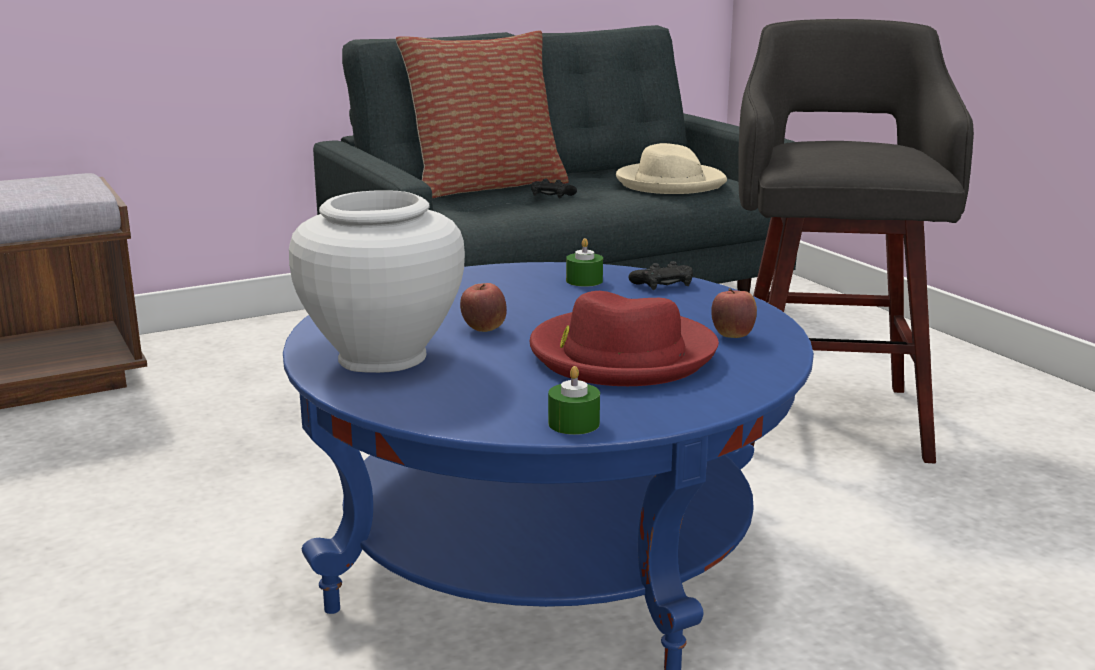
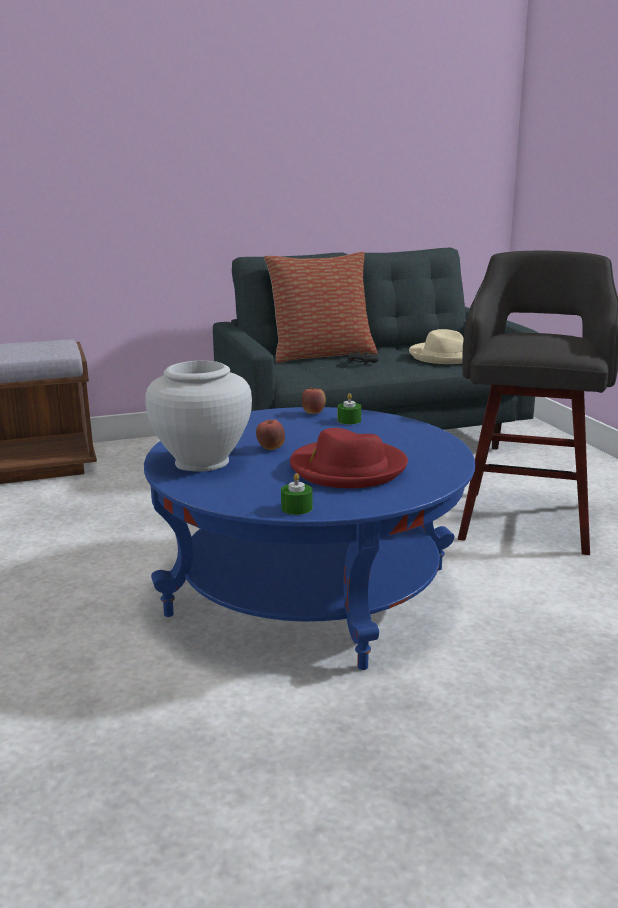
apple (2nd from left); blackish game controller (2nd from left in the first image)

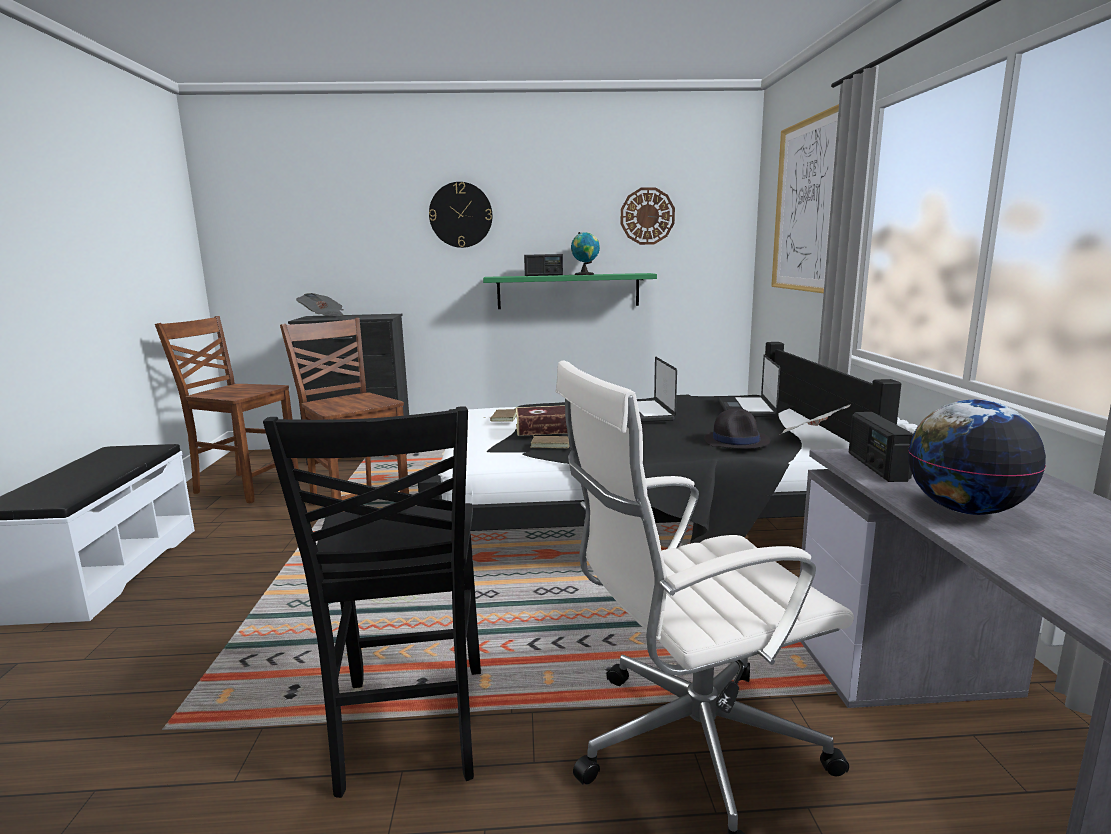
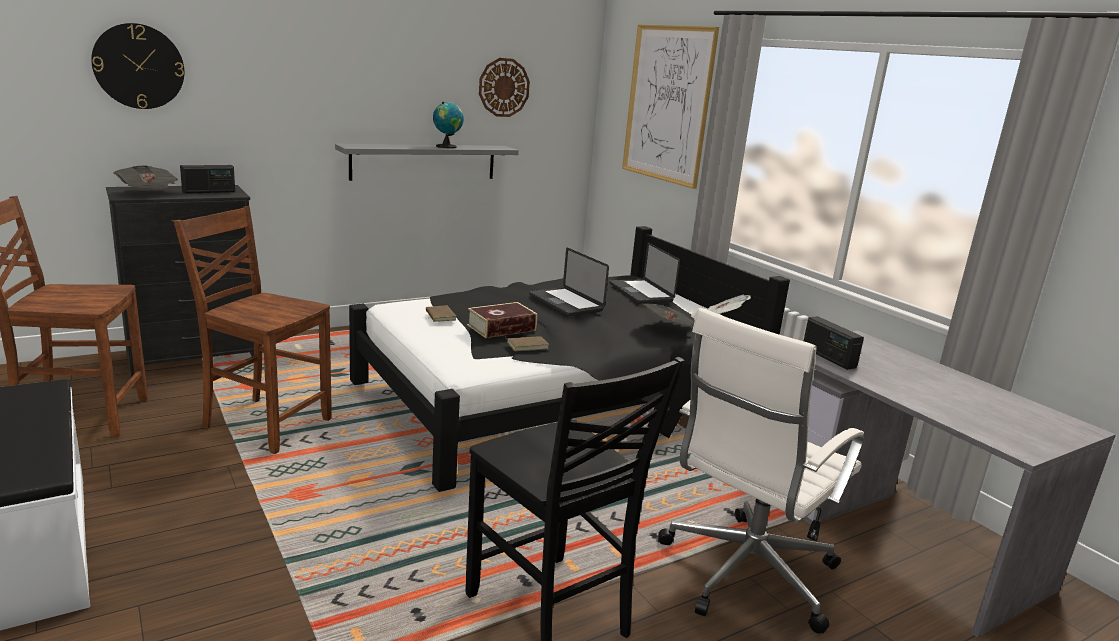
hanging clock (1st from left); radio set (1st from left); gray shelf; printed paper (2nd from left); desk globe (2nd from left in the first image)

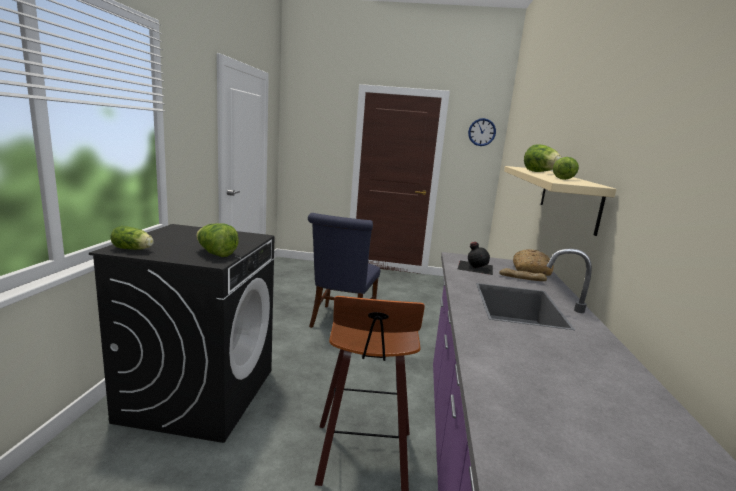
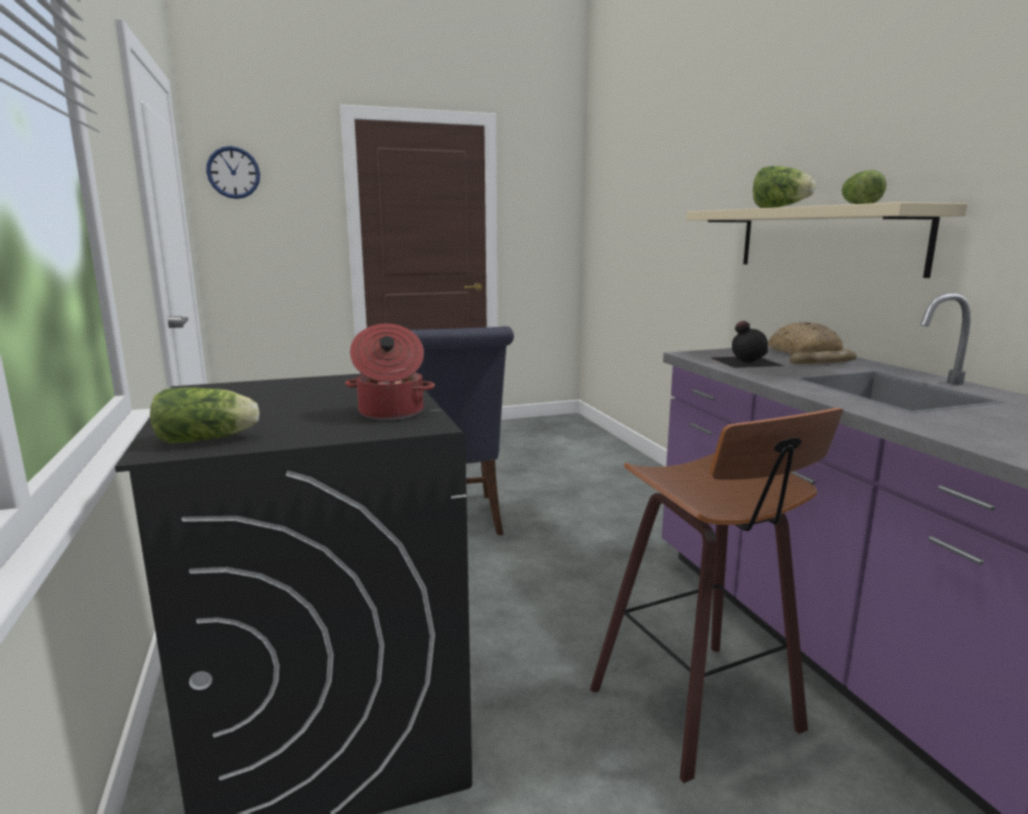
hanging clock; saucepot

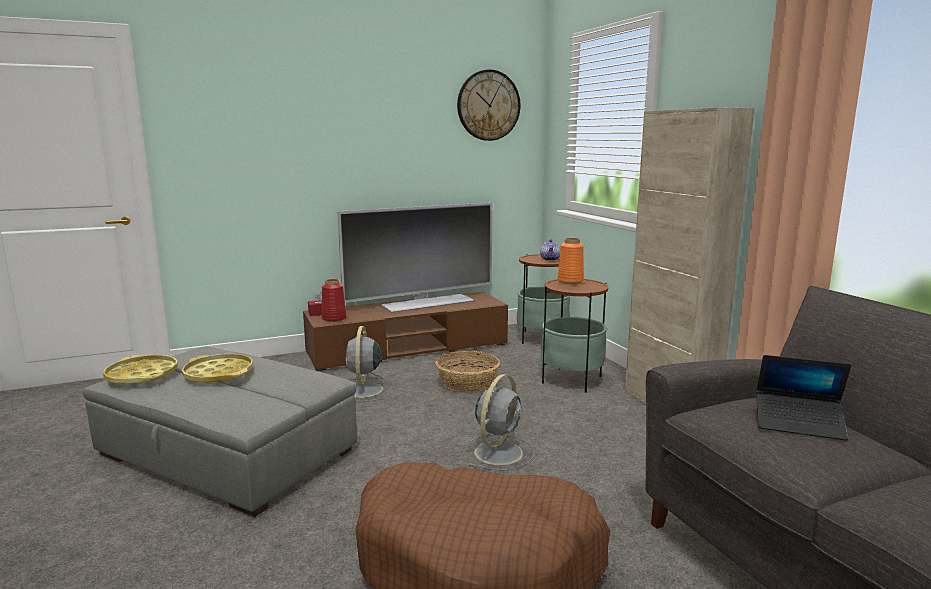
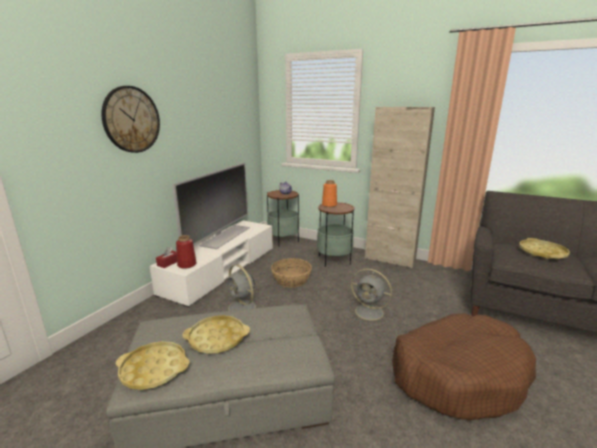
hanging clock; white tv stand; gray fan (2nd from left); yellowish serving tray (3rd from left)

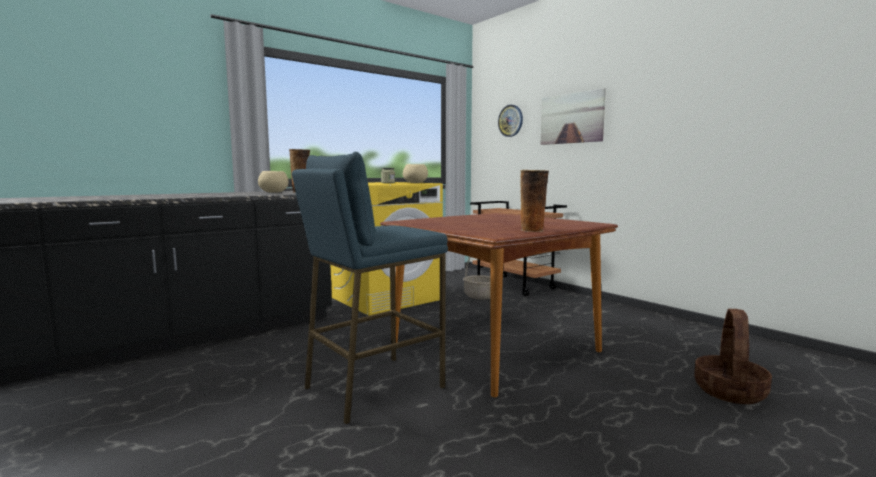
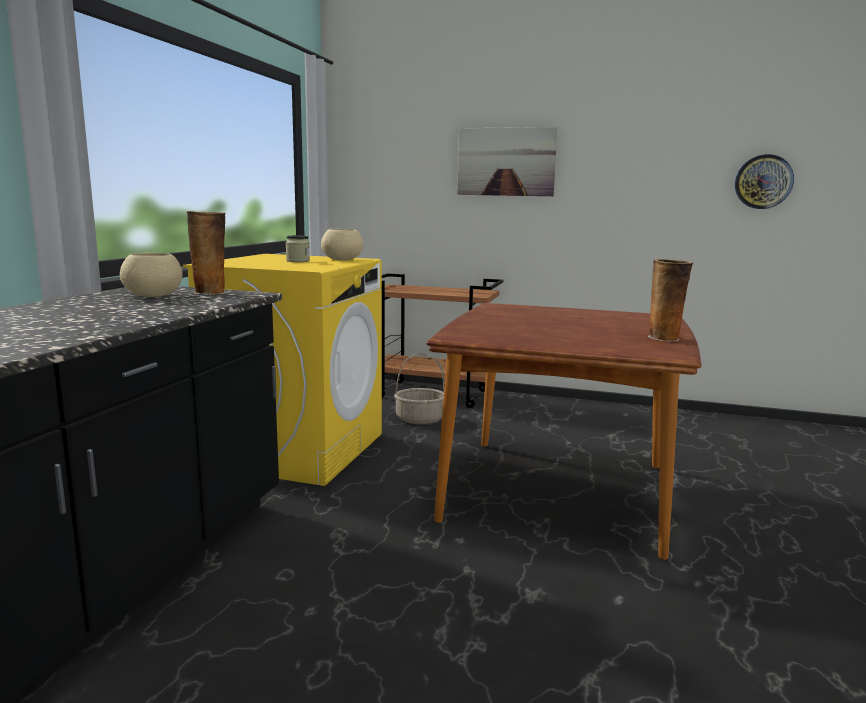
hanging clock; blue-coloured stool; storage basket (2nd from left in the first image)

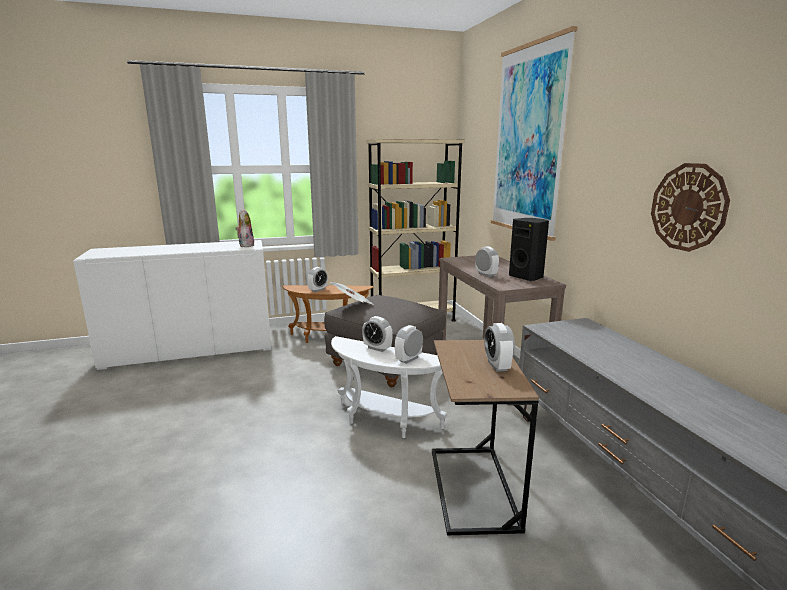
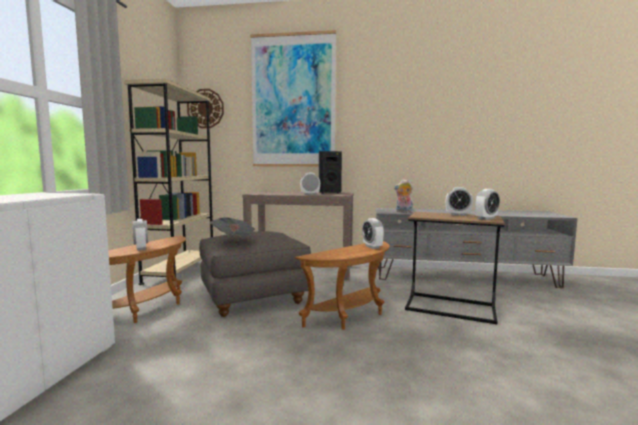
hanging clock; brownish end table (2nd from left); cuddly toy; bedside clock (5th from left)

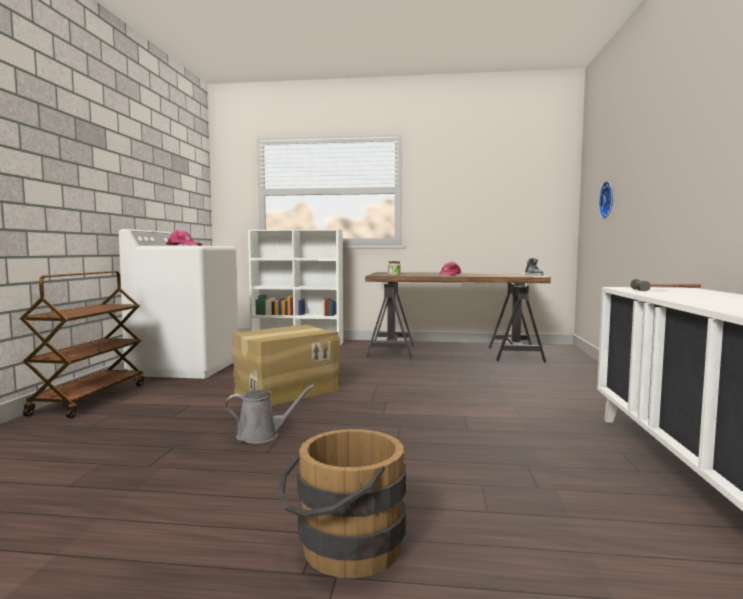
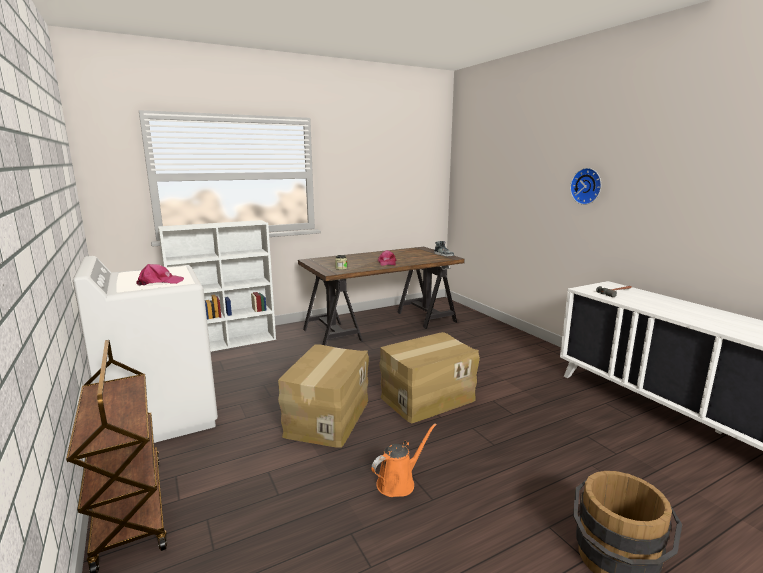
orange watering pot; packing box (2nd from left); hanging clock

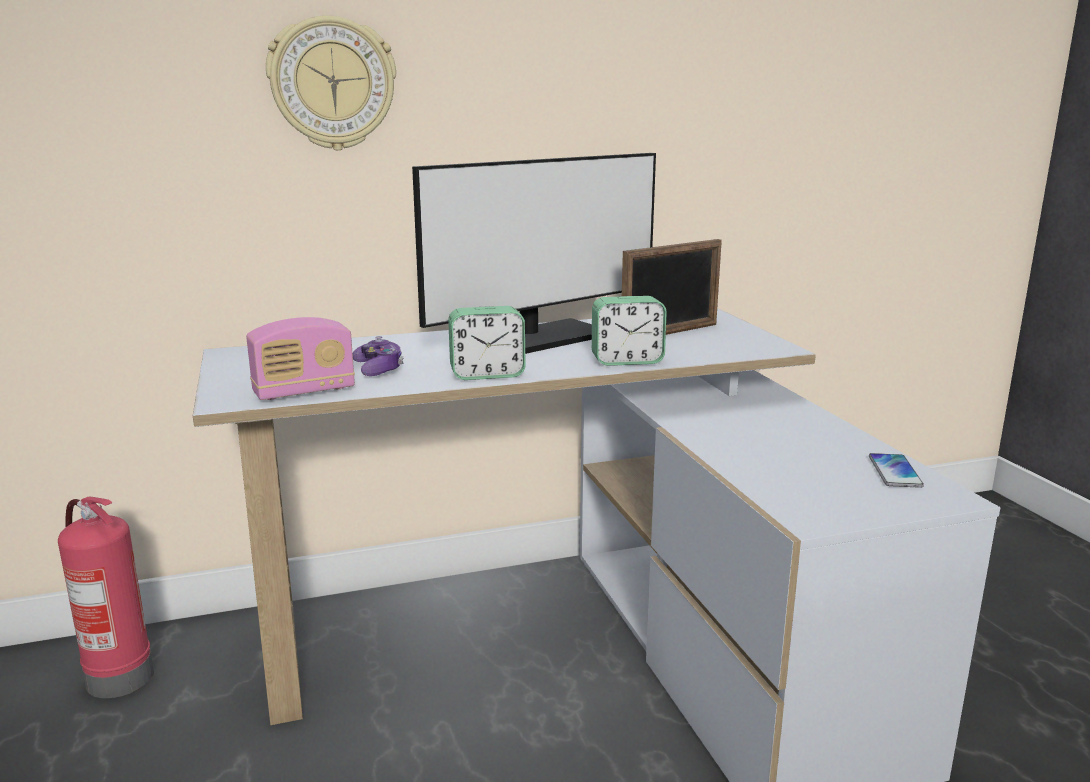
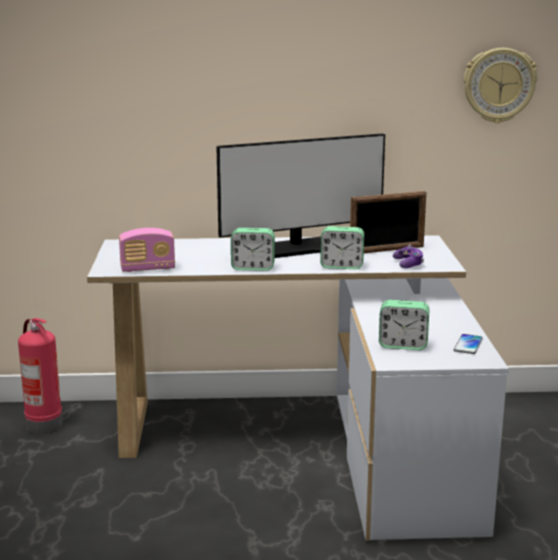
bedside clock (3rd from left); game controller; hanging clock

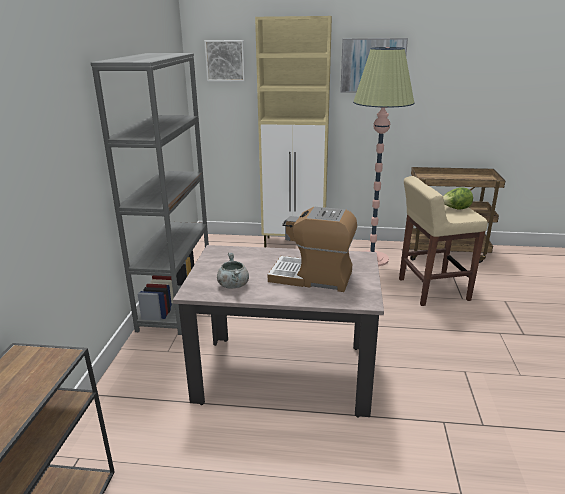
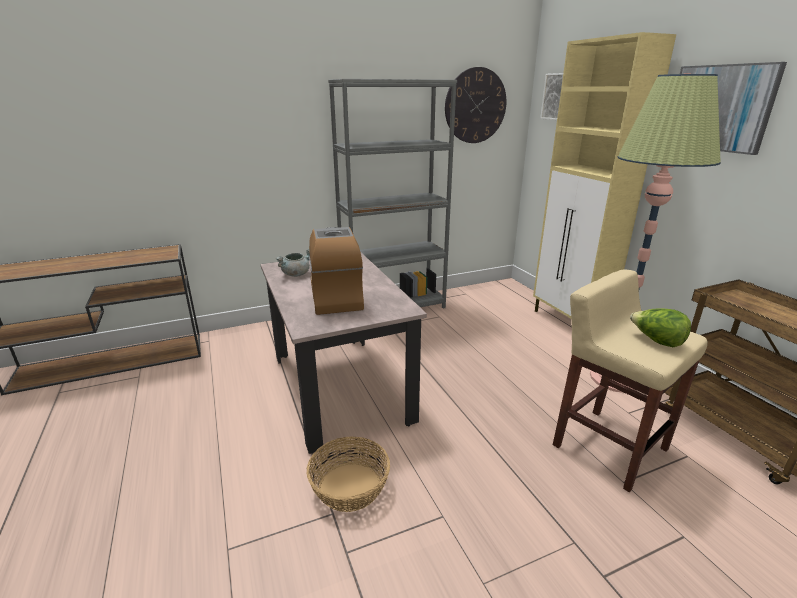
storage basket; hanging clock

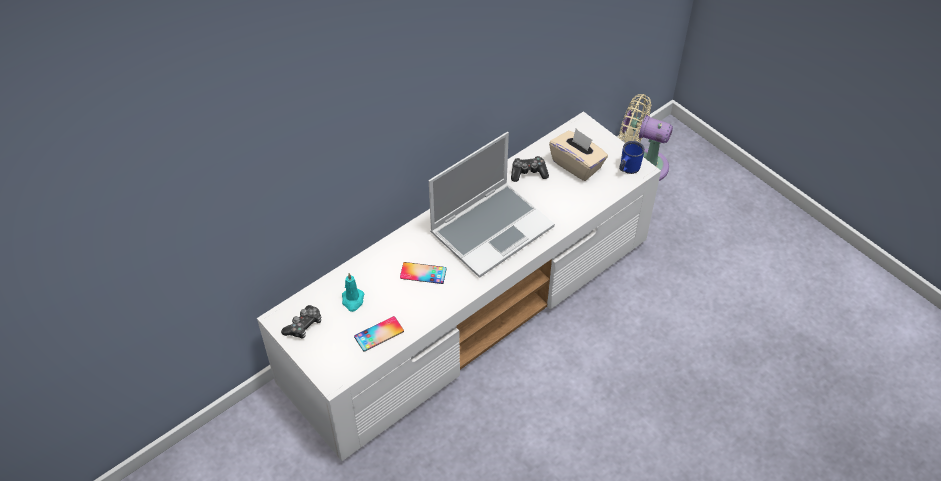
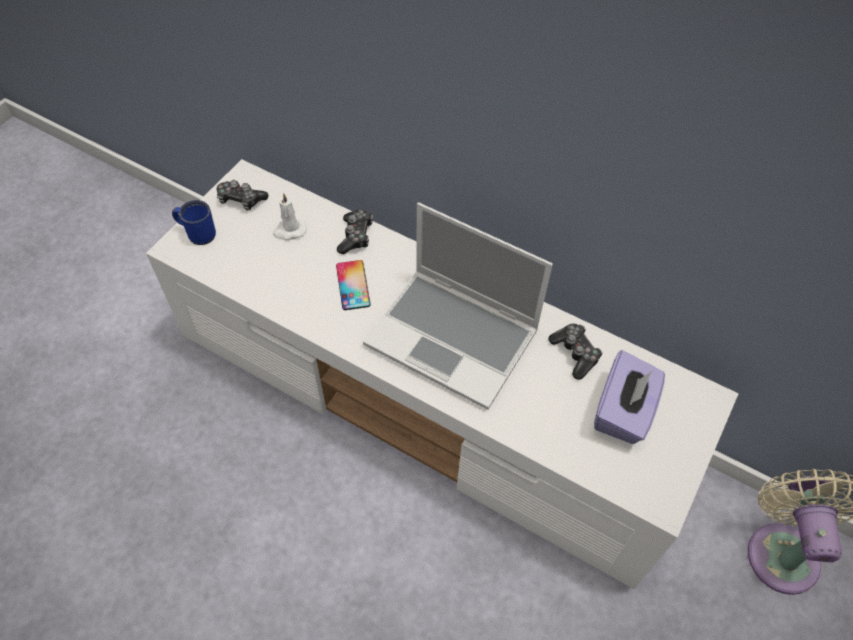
blue-coloured coffee mug; white wax candle; game controller (2nd from left); purplish box of tissues; handset (1st from left in the first image)

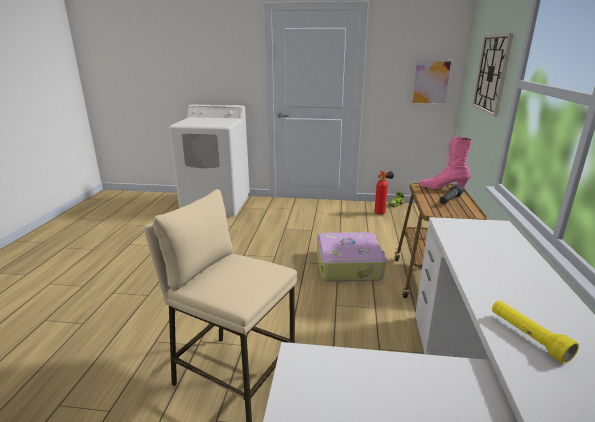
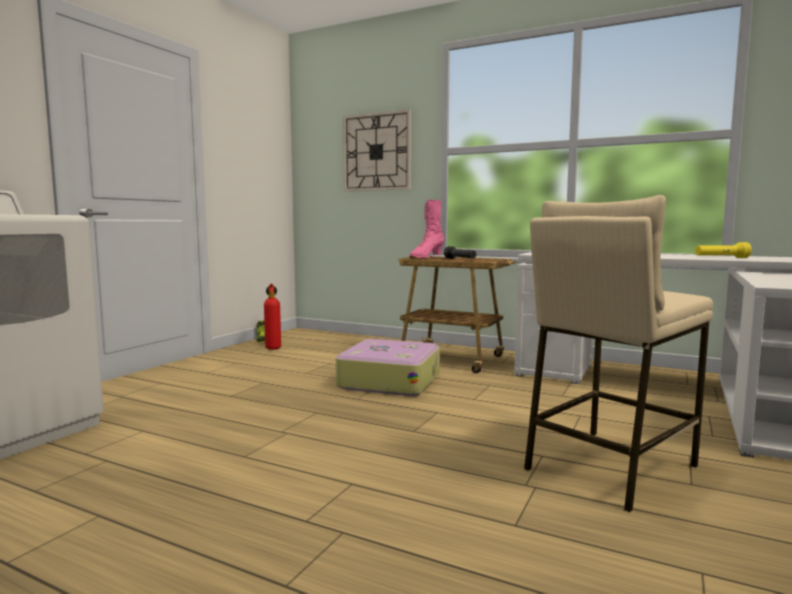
picture

